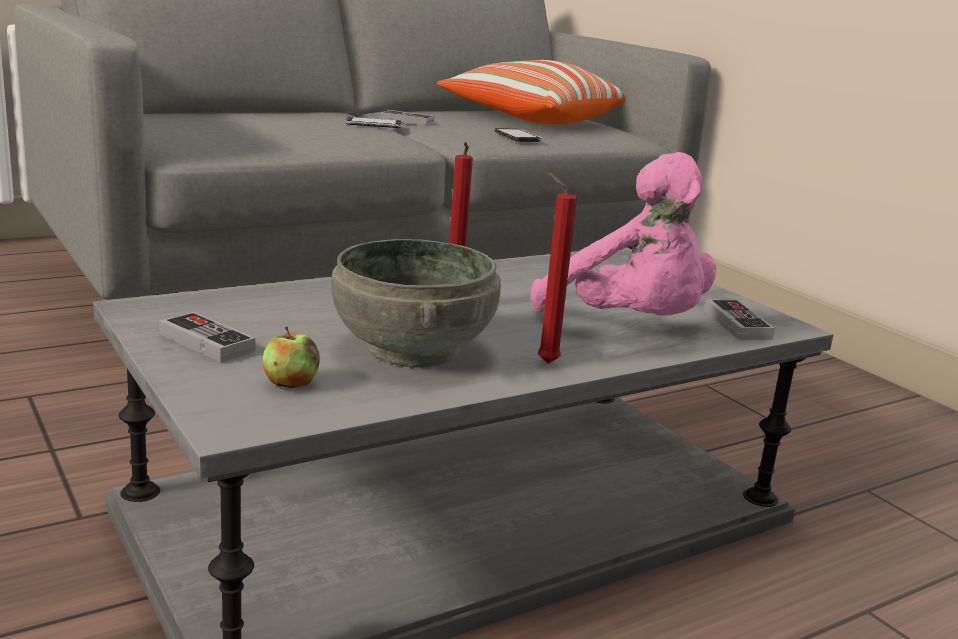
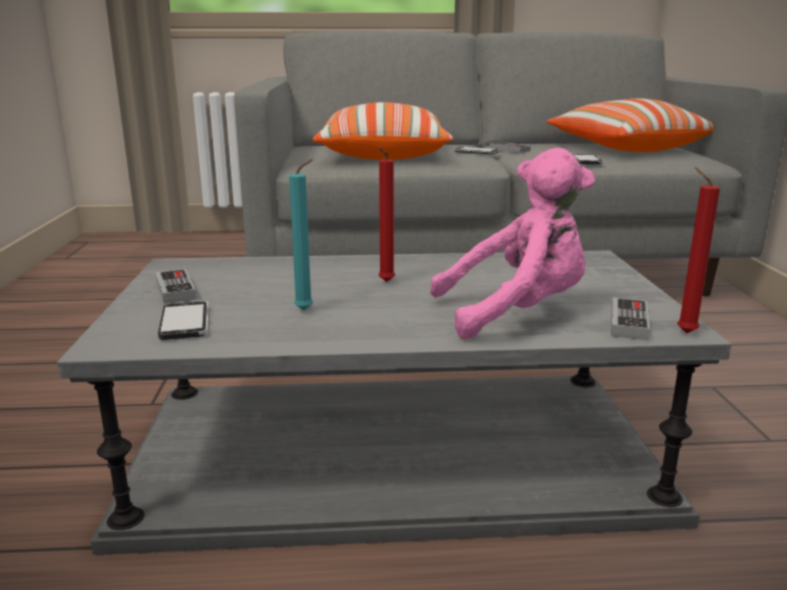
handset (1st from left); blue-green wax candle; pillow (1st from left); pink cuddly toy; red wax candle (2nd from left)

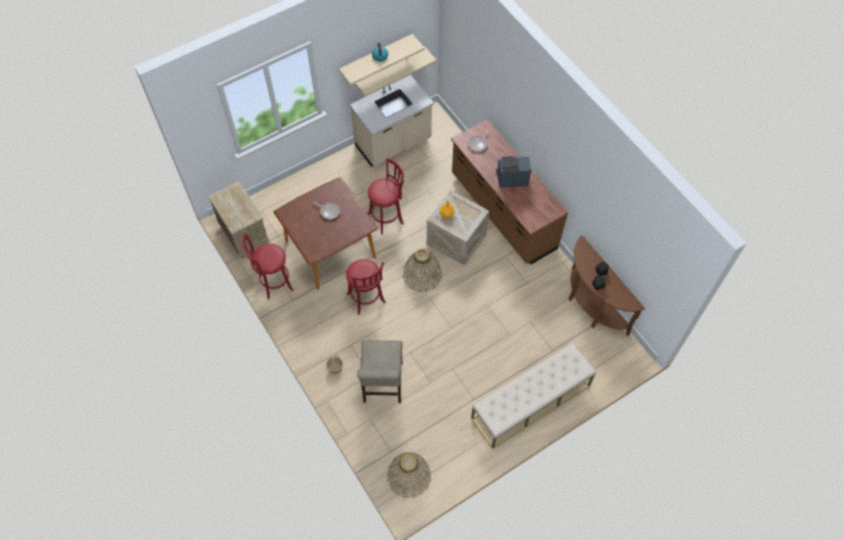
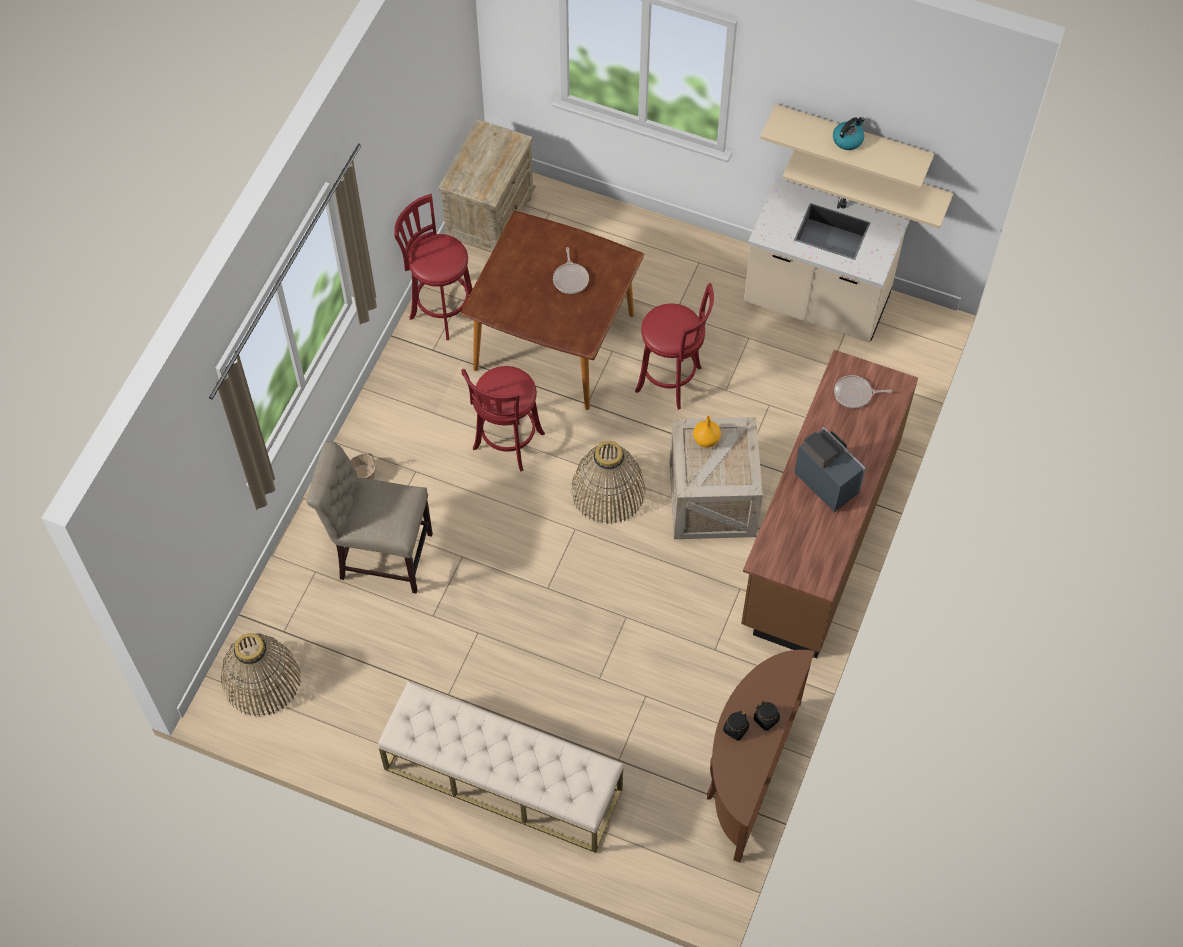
sand-coloured chair

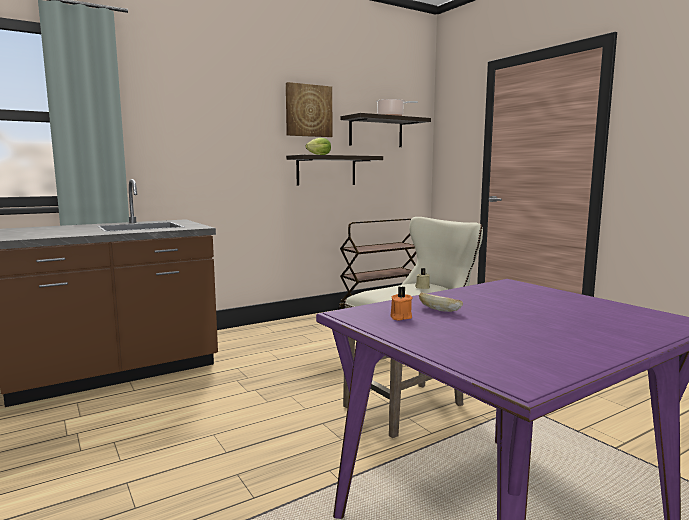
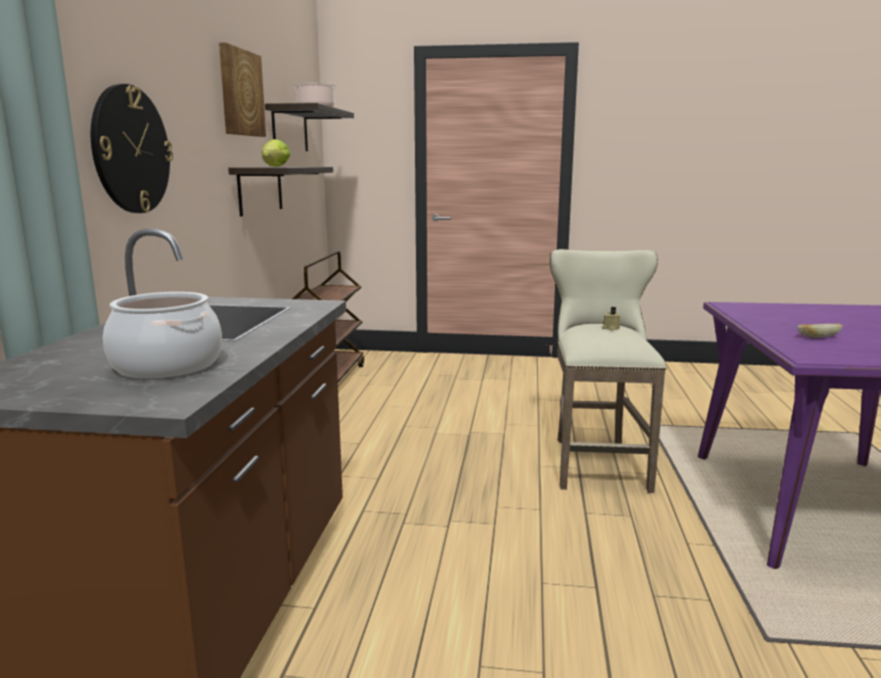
hanging clock; saucepot (1st from left); orange wax candle

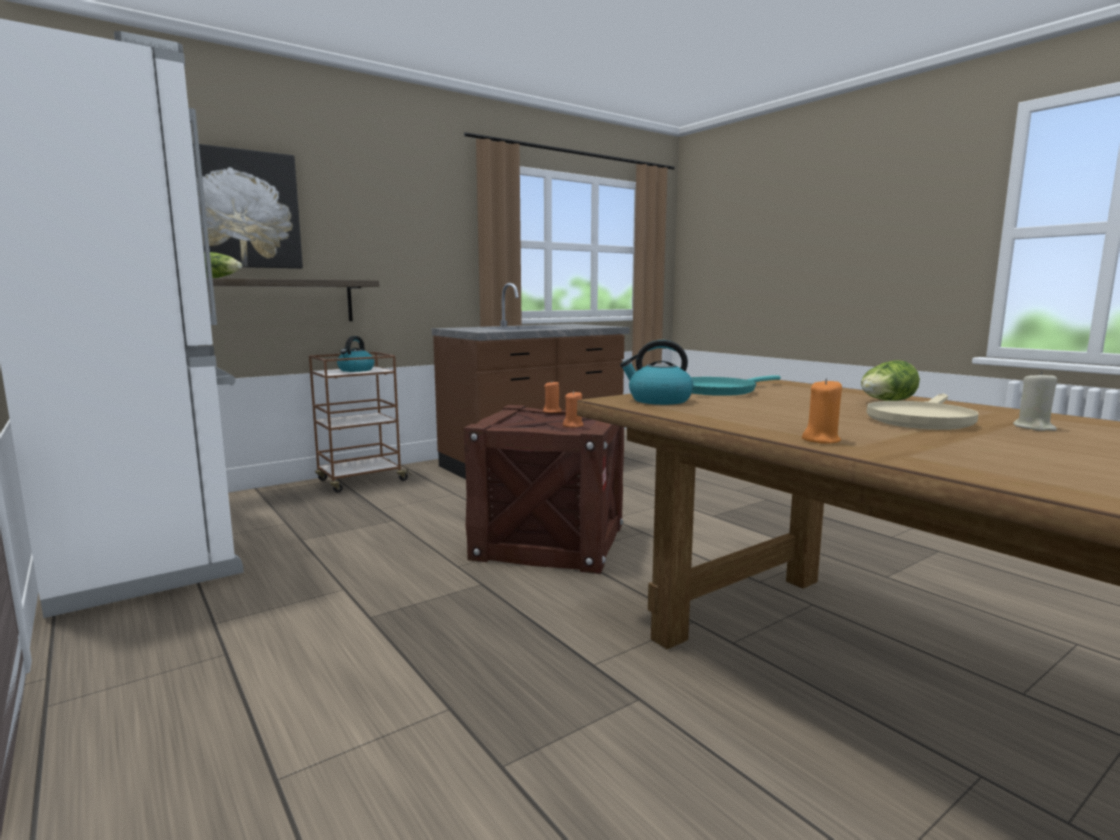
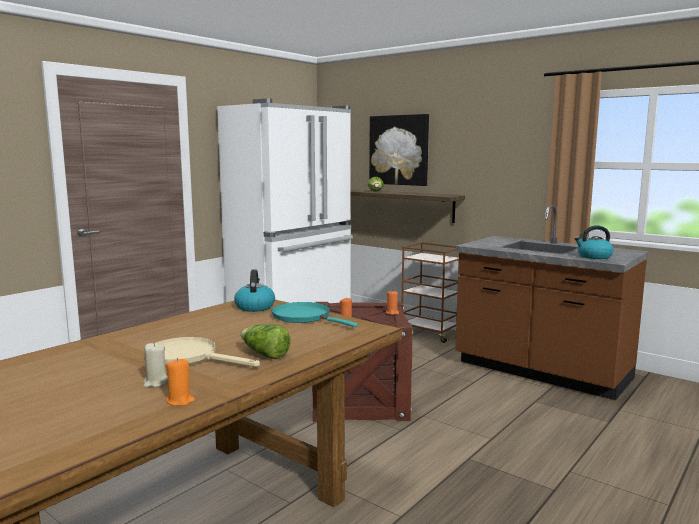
orange wax candle (1st from left); tea kettle (2nd from left)

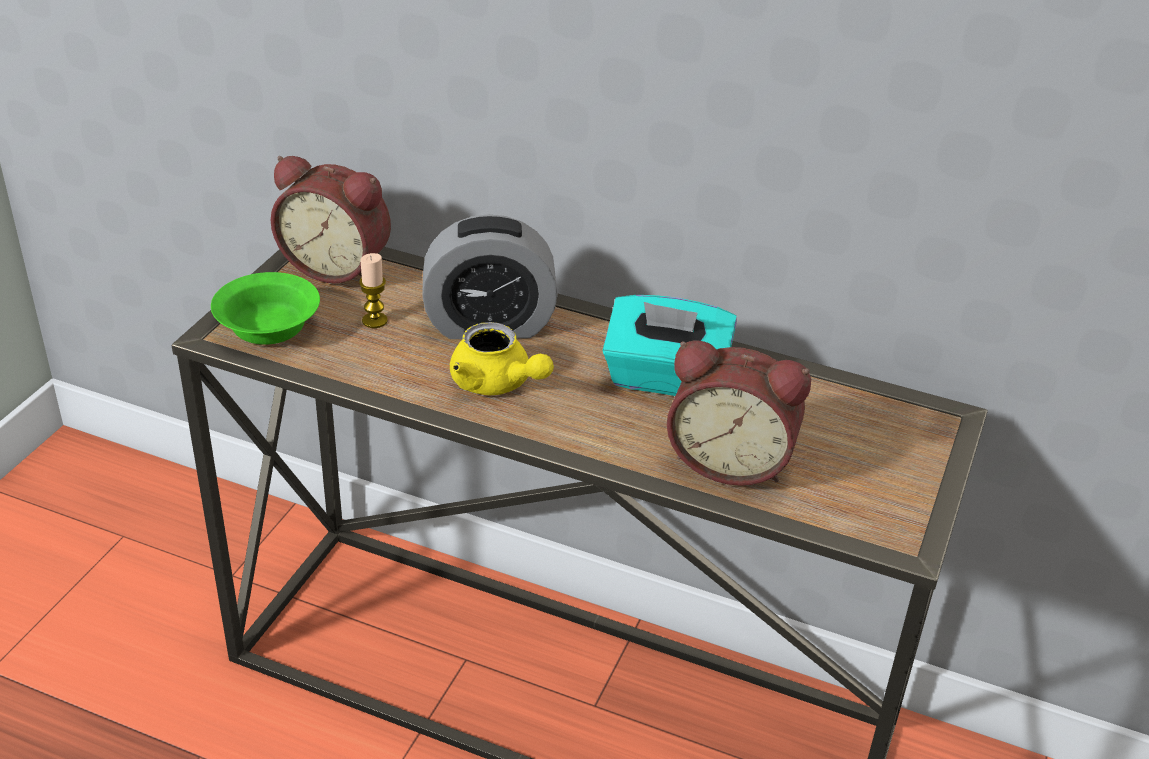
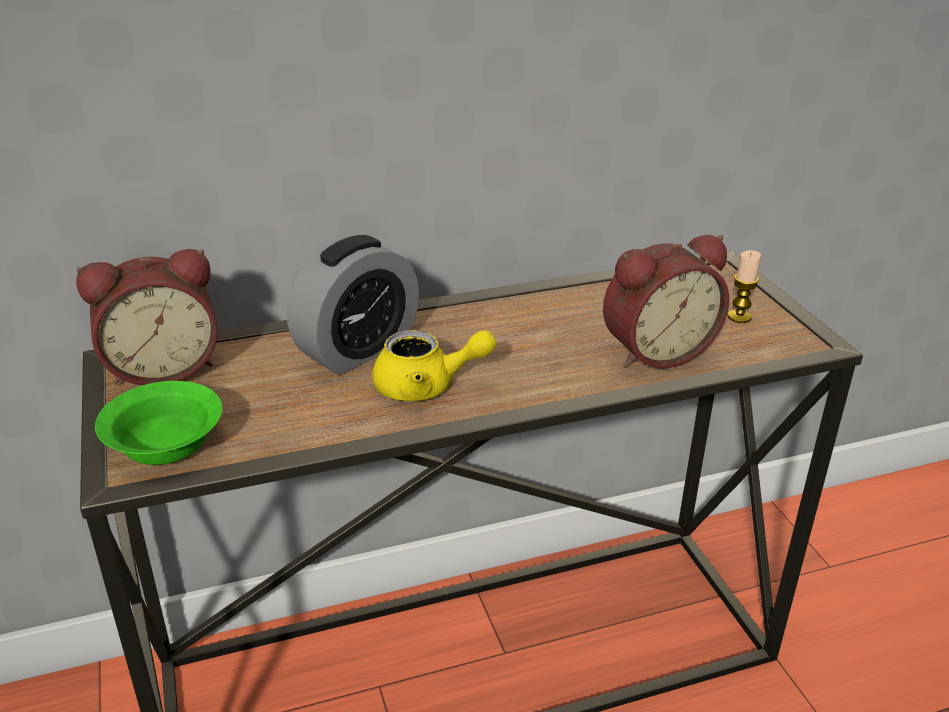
wax candle; blue-green box of tissues

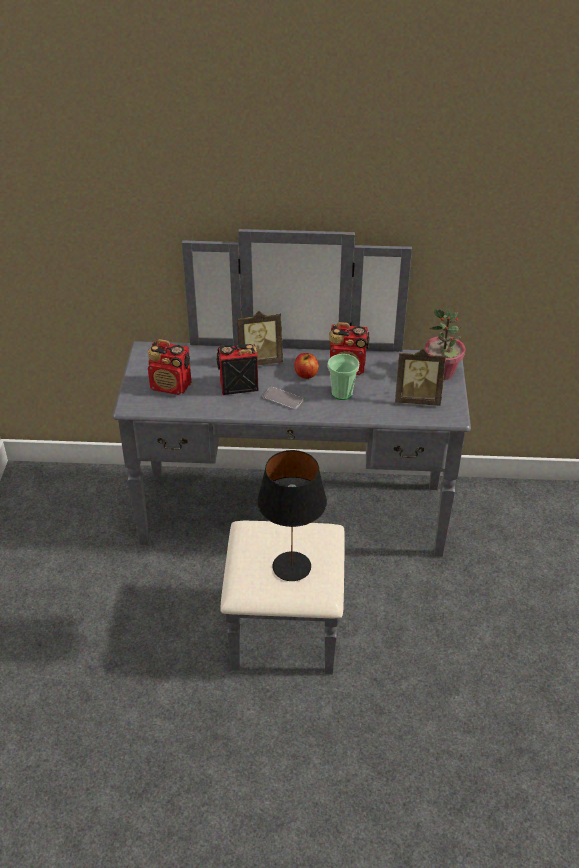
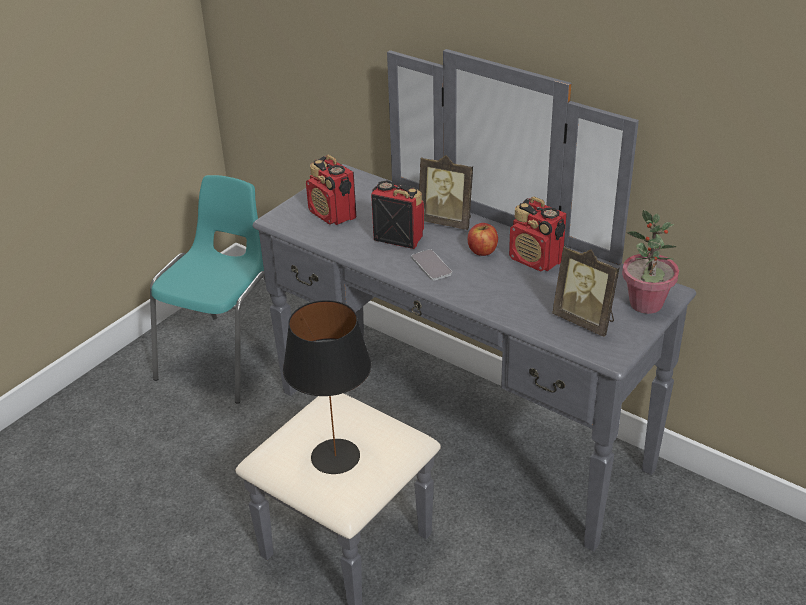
blue-green chair; drinking cup

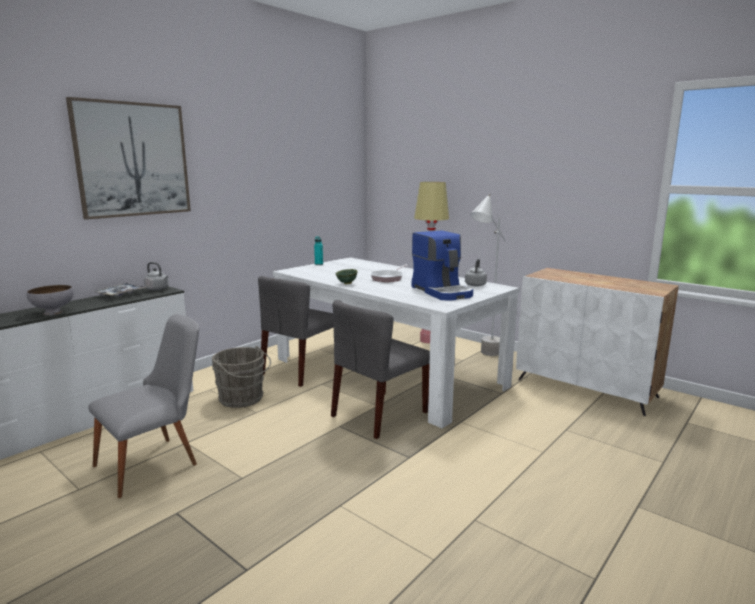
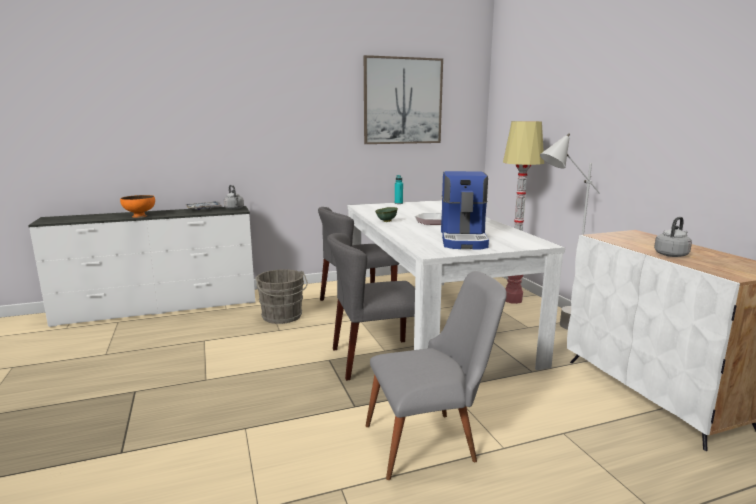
orange serving bowl; picture; gray chair (3rd from left); gray tea kettle (2nd from left)

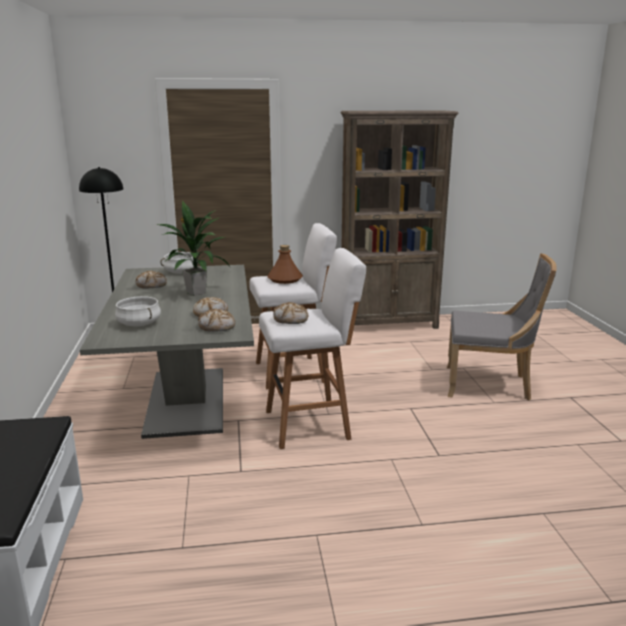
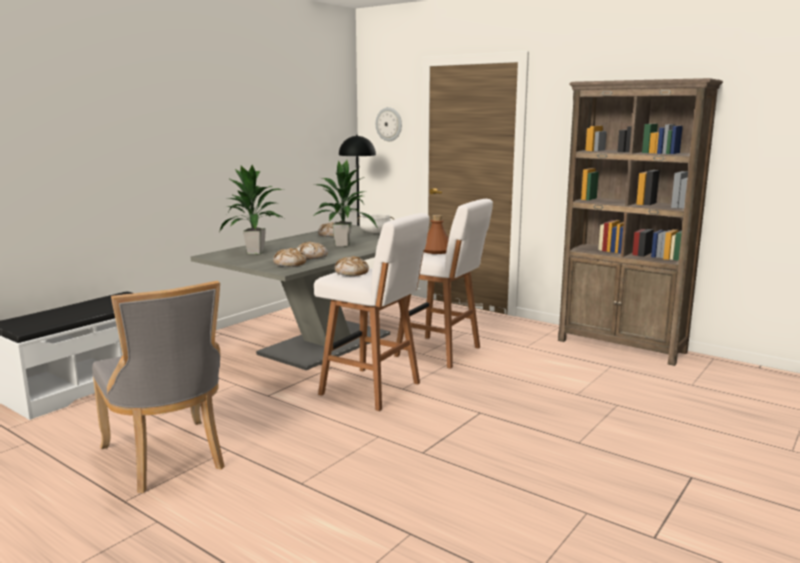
gray chair; potted plant (1st from left); hanging clock

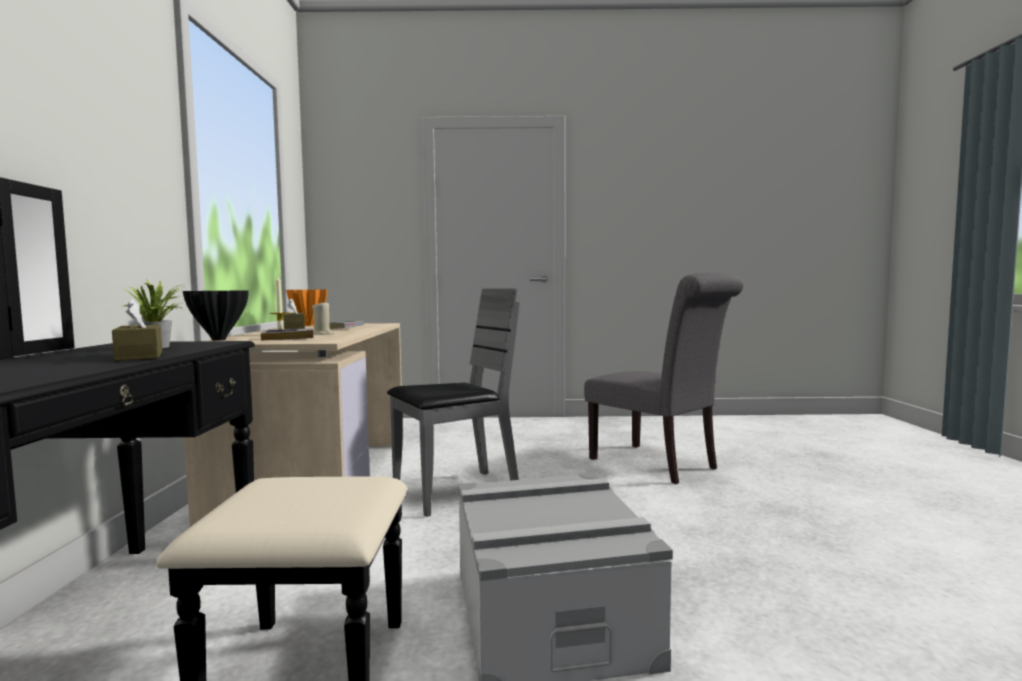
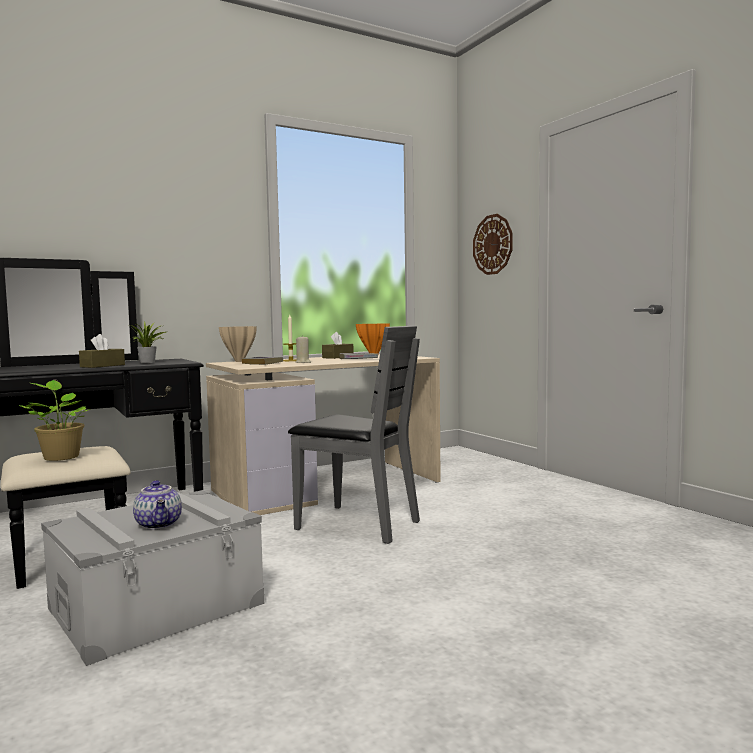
potted plant (1st from left); teapot; sand-coloured vase; hanging clock; gray chair (2nd from left in the first image)

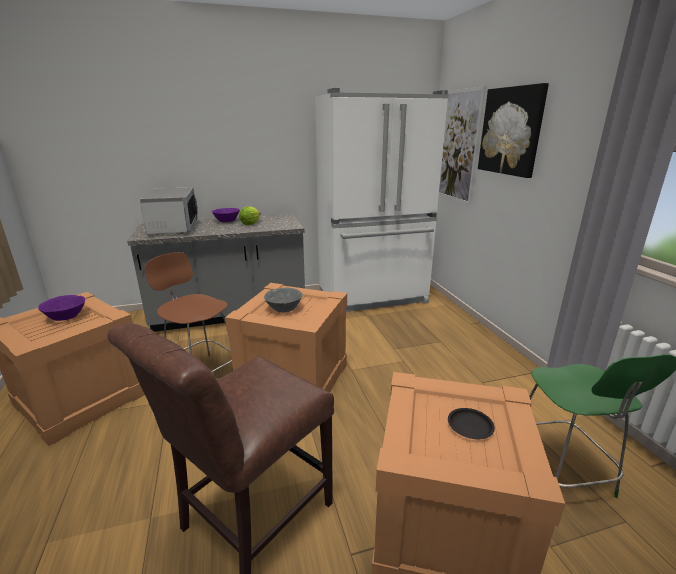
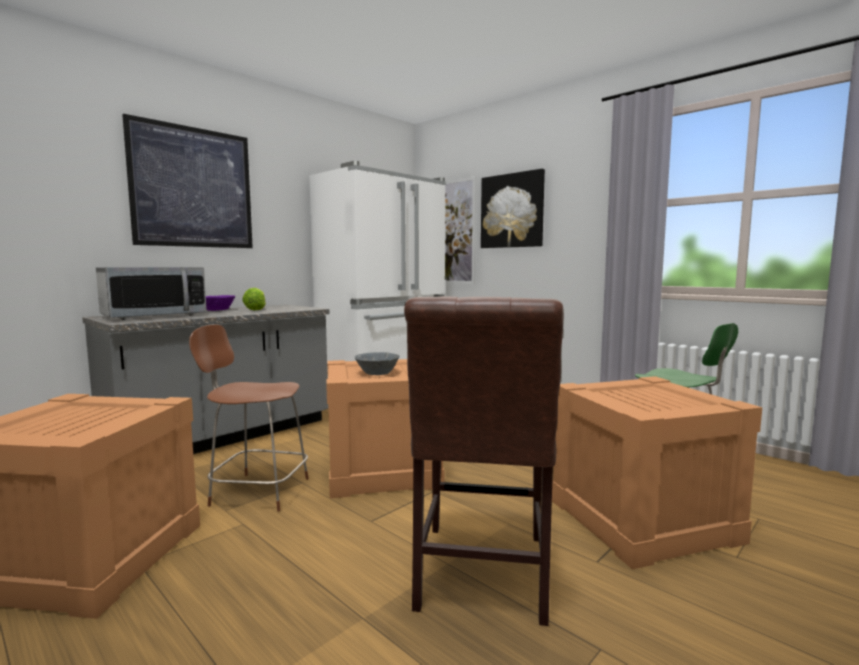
microwave oven; picture (1st from left); purplish serving bowl (1st from left in the first image); blackish flat dish

